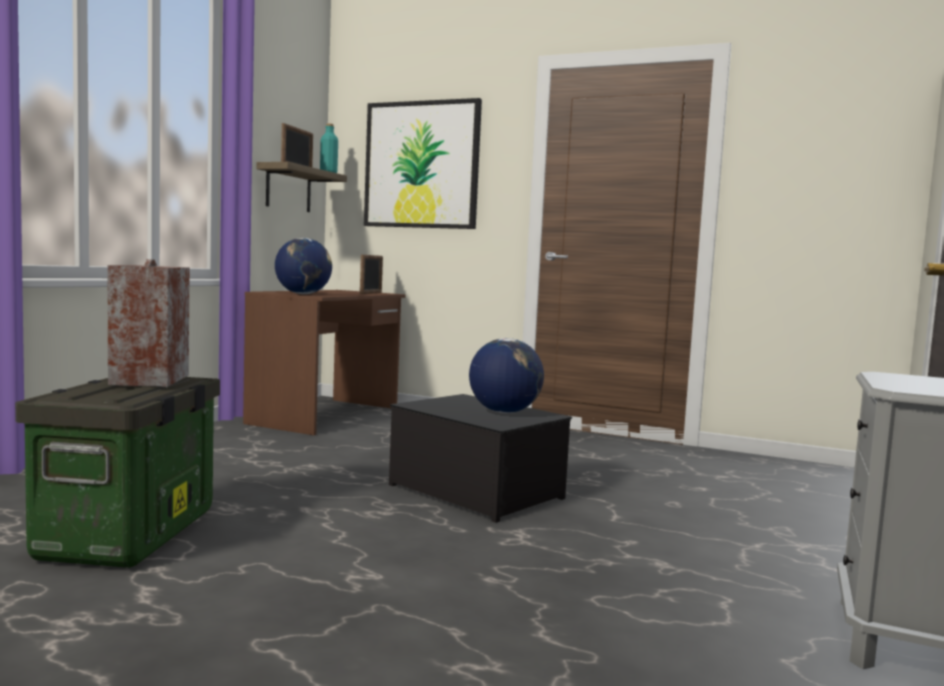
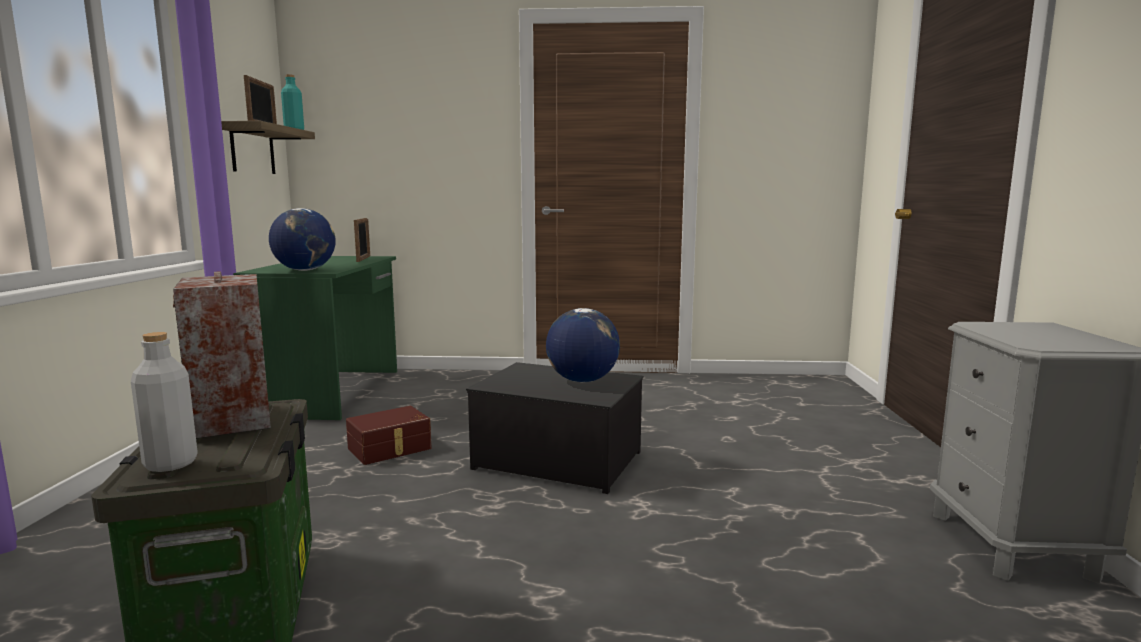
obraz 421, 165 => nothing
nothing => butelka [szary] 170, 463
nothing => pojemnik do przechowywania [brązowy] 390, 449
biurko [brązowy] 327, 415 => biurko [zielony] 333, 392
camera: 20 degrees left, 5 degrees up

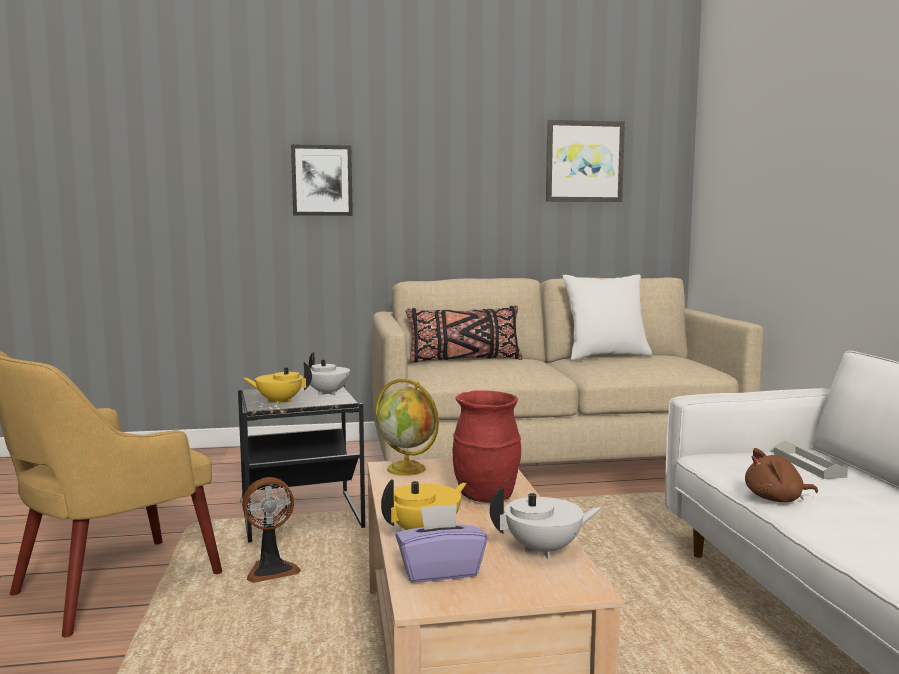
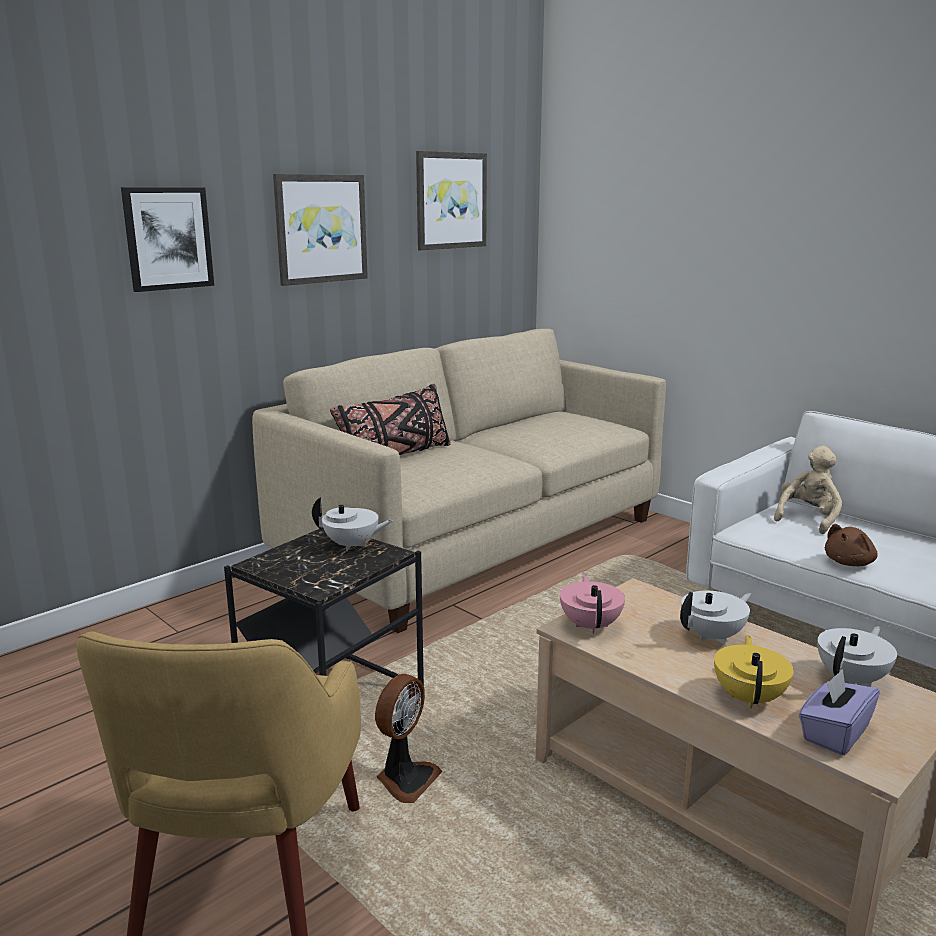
imbryk [żółty] 279, 401 => nothing
poduszka [biały] 606, 356 => nothing
nothing => obraz 320, 229
globus 407, 469 => imbryk [różowy] 591, 625
wazon [czerwony] 487, 497 => imbryk [biały] 713, 636
taca [szary] 808, 465 => pluszak [beżowy] 808, 519
camera: 35 degrees left, 10 degrees up

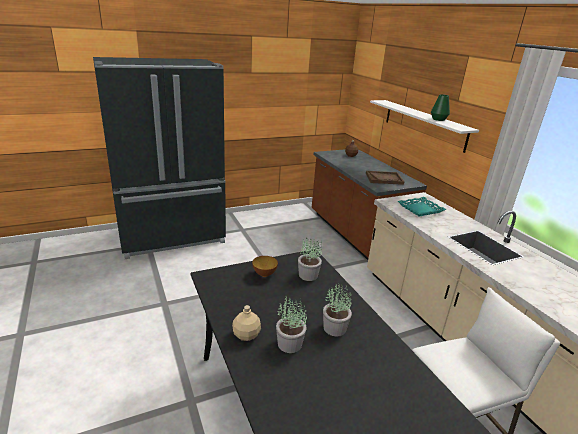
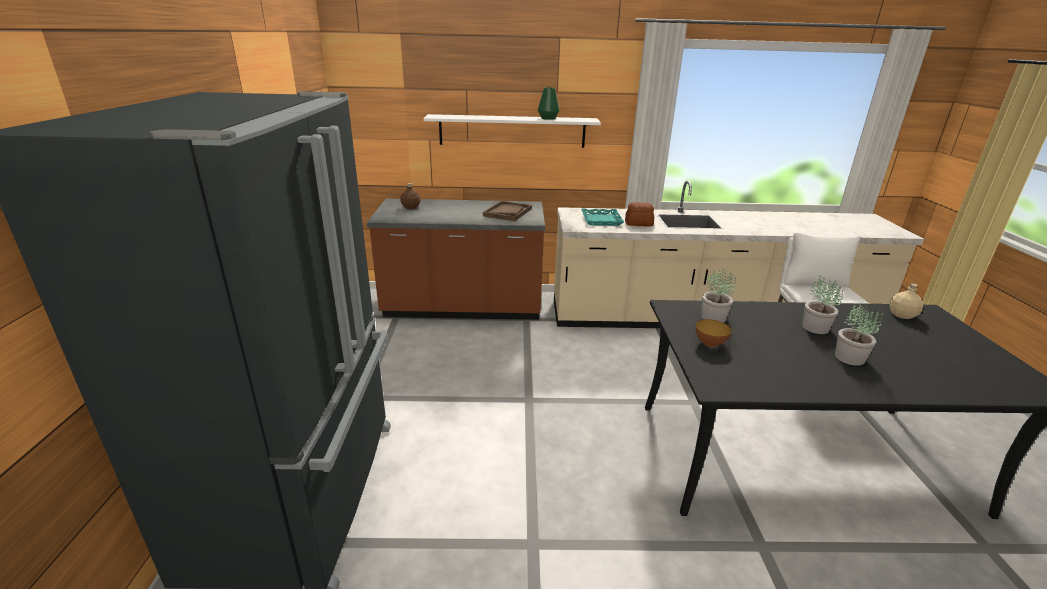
nothing => chleb 638, 223
butelka [beżowy] 246, 335 => butelka [beżowy] 901, 315, move
camera: 65 degrees left, 0 degrees up

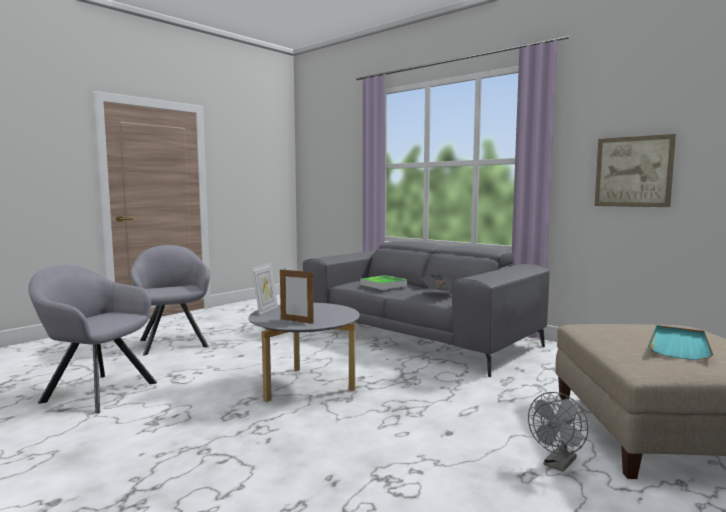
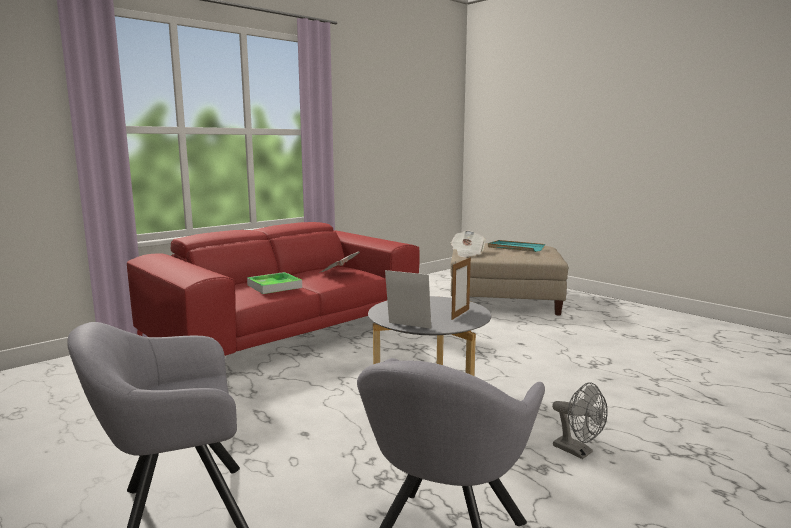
obraz 633, 171 => nothing
nothing => gazeta 467, 253
wentylator [szary] 558, 465 => wentylator [szary] 578, 451, move
kanapa [szary] 418, 337 => kanapa [czerwony] 286, 335
camera: 85 degrees left, 5 degrees up

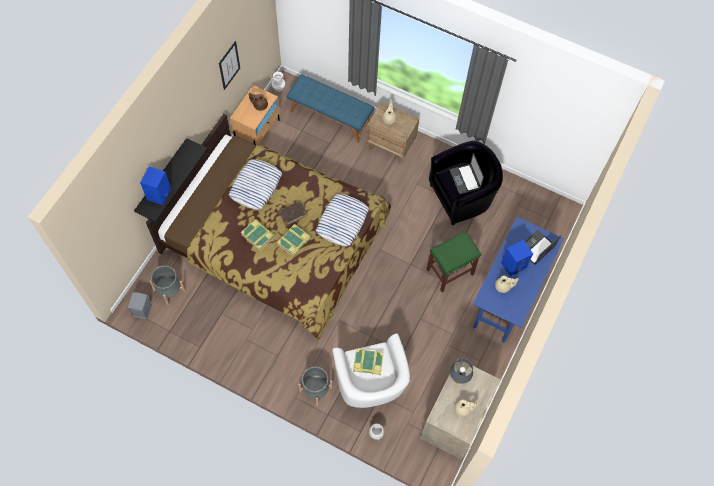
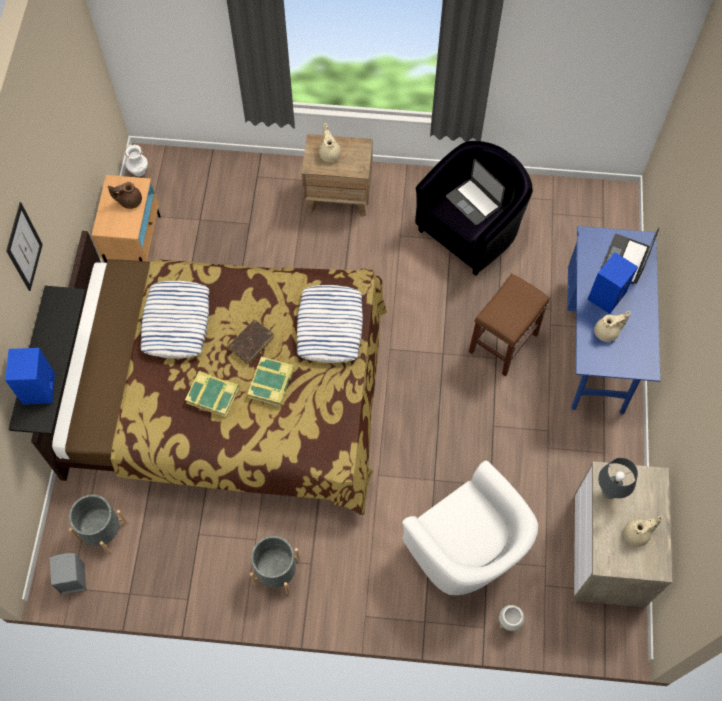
ławka [niebieski] 330, 117 => nothing
książka 368, 363 => nothing
obraz 229, 65 => obraz 24, 247, move
donica [szary] 315, 389 => donica [szary] 276, 571, move
stołek [zielony] 450, 271 => stołek [brązowy] 503, 342
camera: 20 degrees left, 0 degrees up

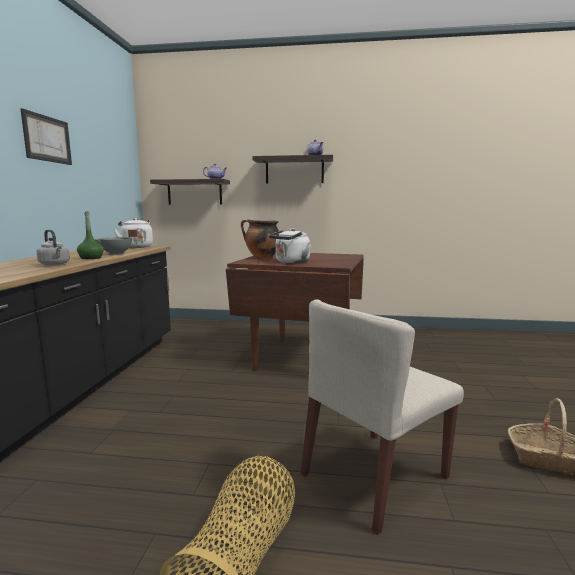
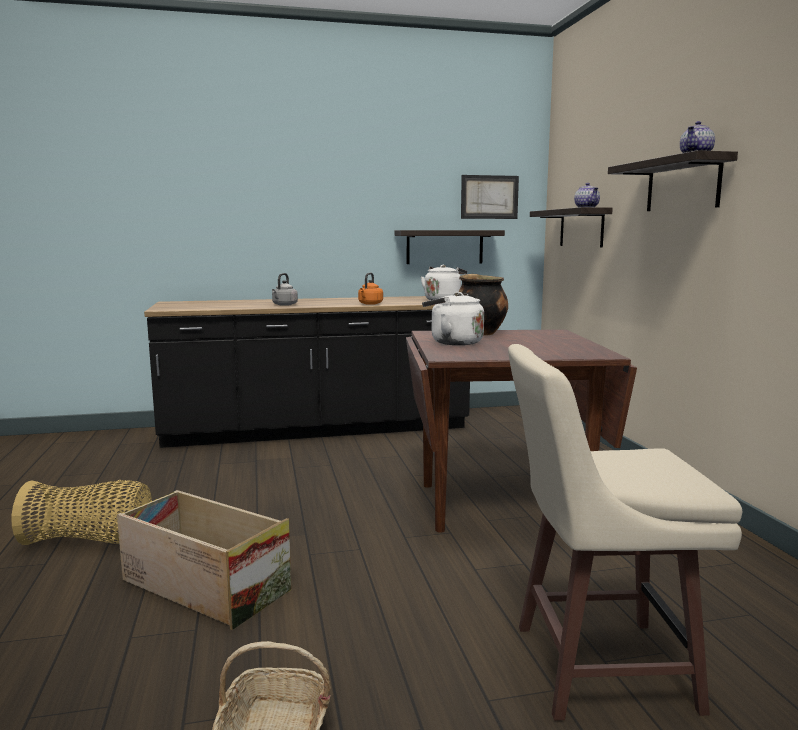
butelka [zielony] 91, 258 => nothing
nothing => półka 444, 247
nothing => stołek [beżowy] 597, 666
obraz 47, 139 => obraz 489, 197, move
garnek [szary] 117, 254 => czajnik [pomarańczowy] 370, 304
krzesło [beżowy] 374, 476 => skrzynka 203, 585
camera: 70 degrees right, 0 degrees up

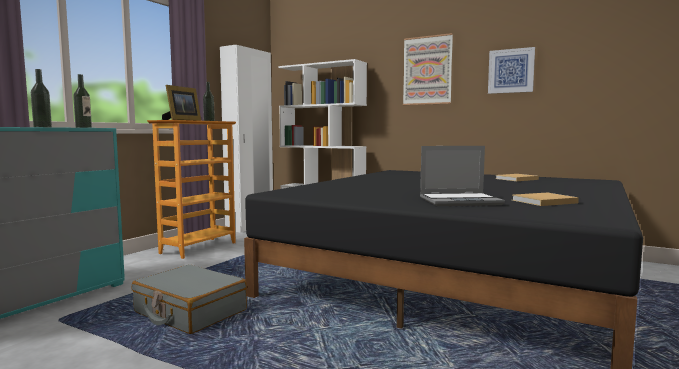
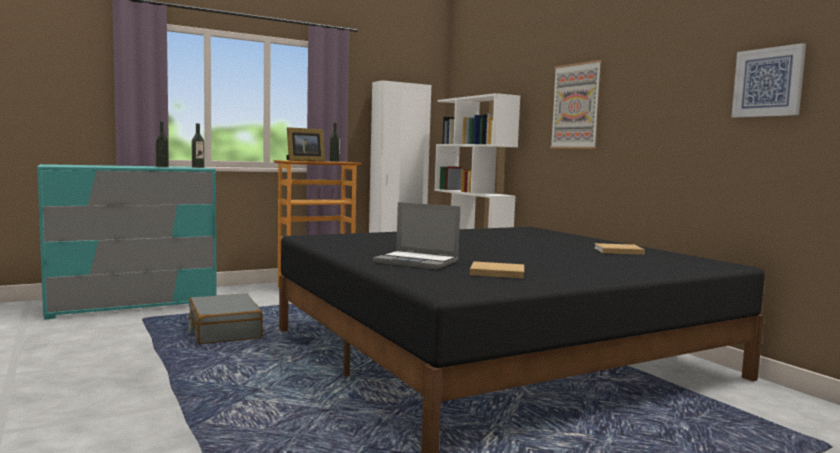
obraz 511, 71 => obraz 768, 82, move
camera: 30 degrees right, 0 degrees up

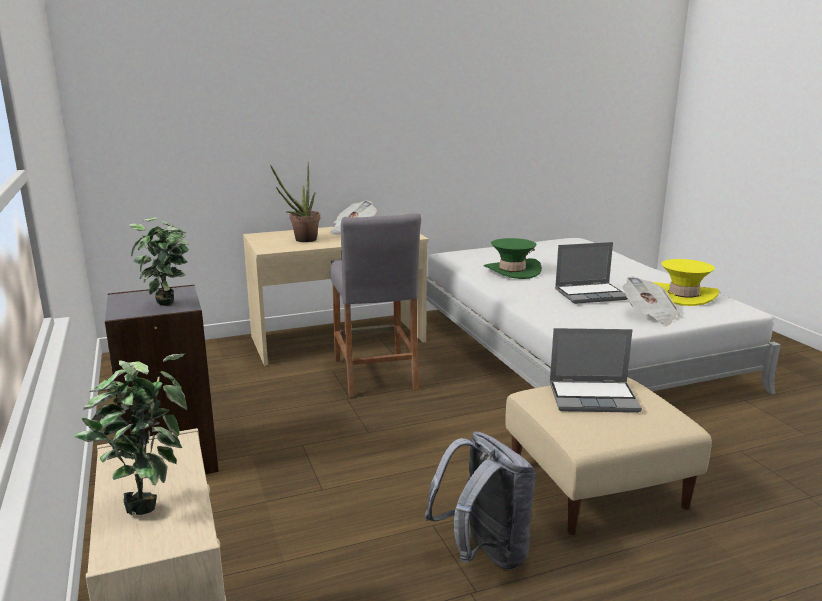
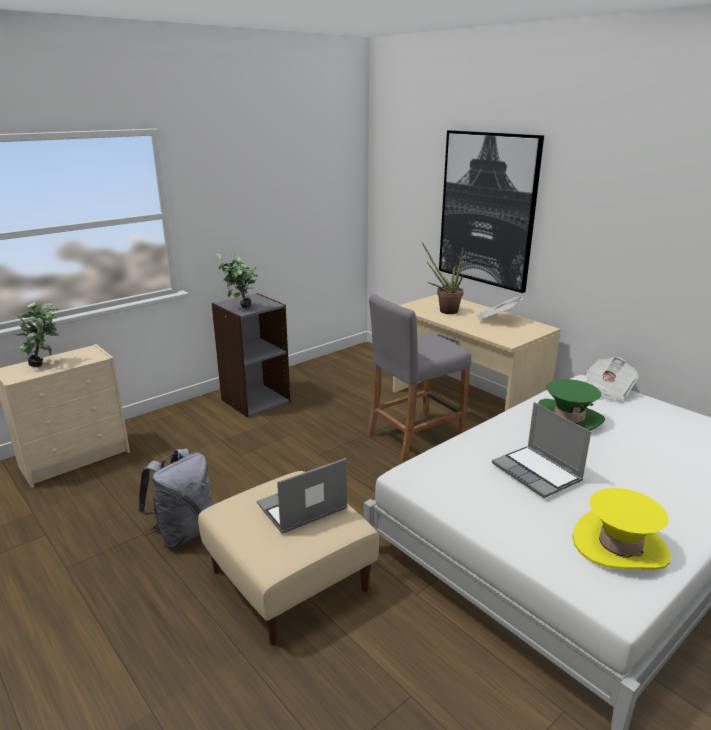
nothing => obraz 487, 210
gazeta 649, 315 => gazeta 606, 392, move
laptop 594, 397 => laptop 301, 508, 75 degrees clockwise
camera: 70 degrees right, 5 degrees up

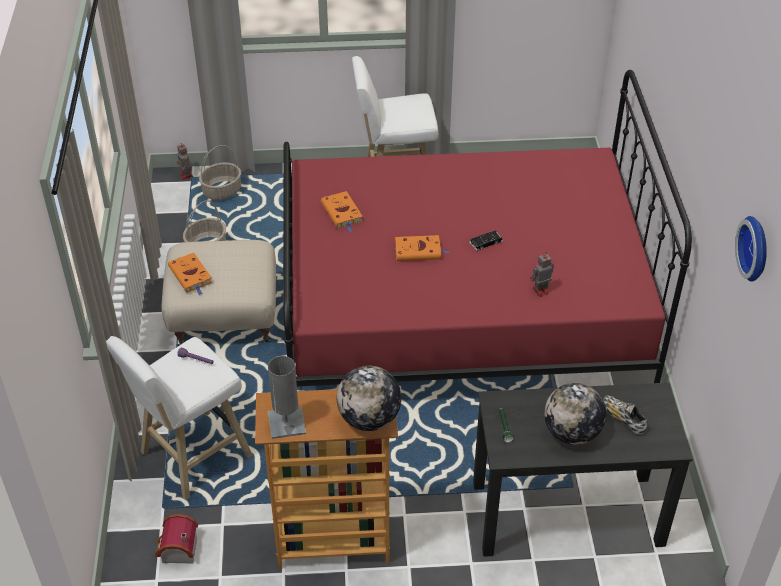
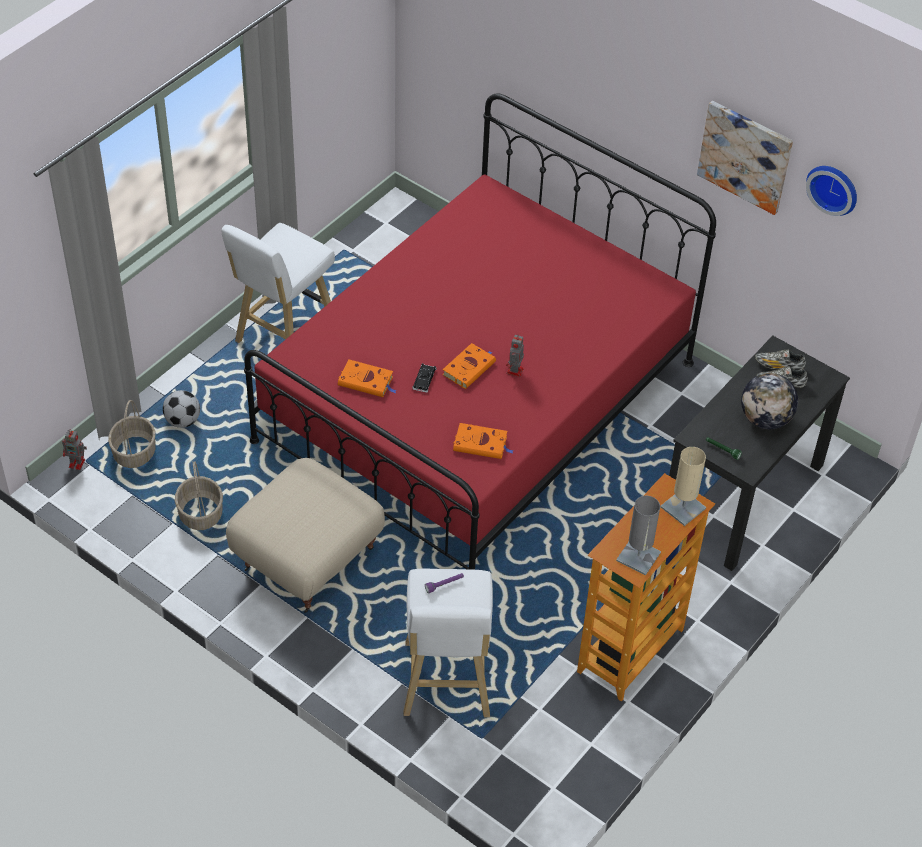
domek 176, 551 => nothing
nothing => piłka futbolowa 183, 421
nothing => obraz 745, 156
nothing => but 778, 366
książka [pomarańczowy] 191, 276 => książka [pomarańczowy] 482, 444, move
samochodzik [czarny] 486, 242 => samochodzik [czarny] 424, 380, move
robot zabawkowy 540, 291 => robot zabawkowy 514, 371, move
globus 369, 419 => lampa stołowa [beżowy] 683, 508
camera: 50 degrees left, 5 degrees up

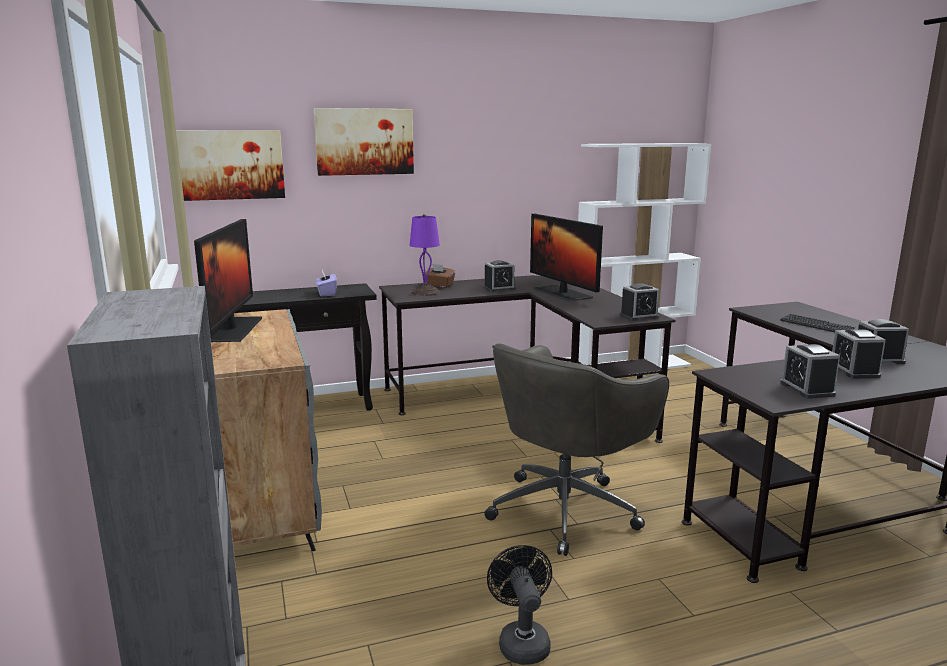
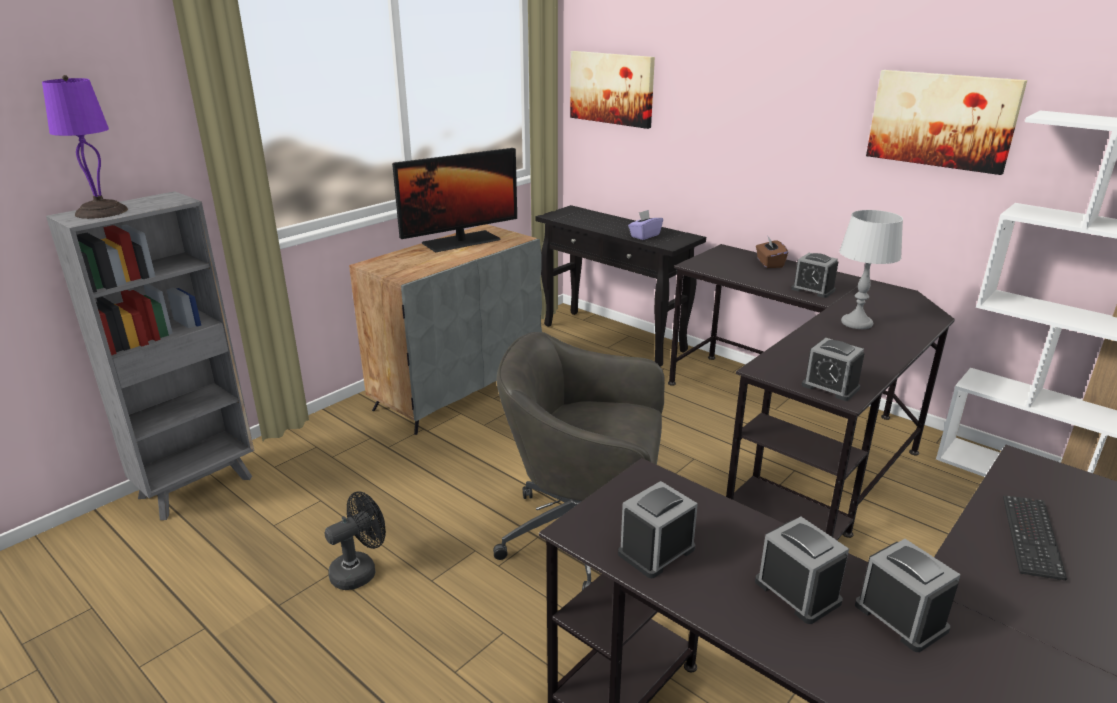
obraz 364, 141 => obraz 942, 120, move
lampa stołowa [fioletowy] 426, 292 => lampa stołowa [fioletowy] 101, 212, move
monitor 562, 293 => lampa stołowa [szary] 857, 323
budzik 854, 371 => budzik 797, 592, 90 degrees clockwise
camera: 60 degrees right, 10 degrees up

